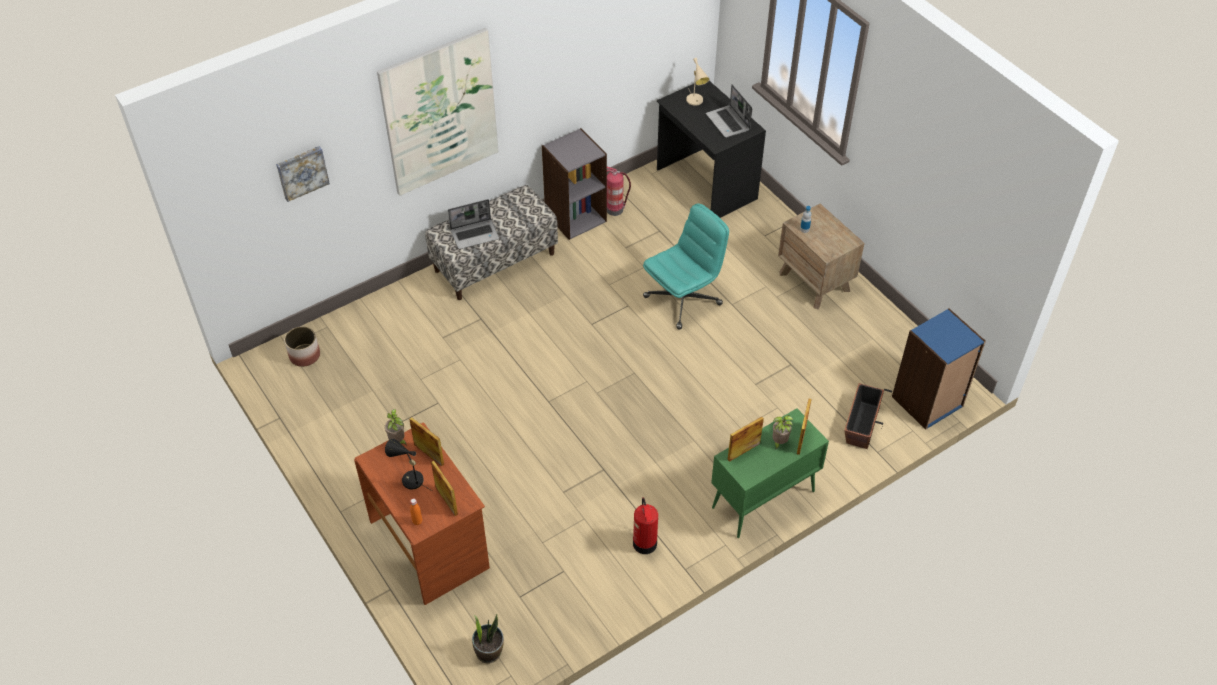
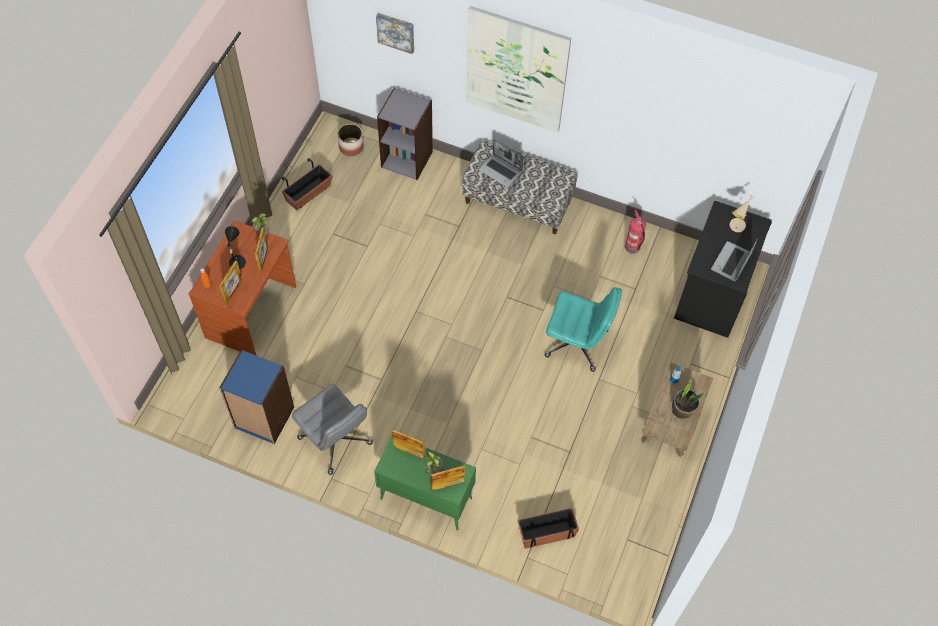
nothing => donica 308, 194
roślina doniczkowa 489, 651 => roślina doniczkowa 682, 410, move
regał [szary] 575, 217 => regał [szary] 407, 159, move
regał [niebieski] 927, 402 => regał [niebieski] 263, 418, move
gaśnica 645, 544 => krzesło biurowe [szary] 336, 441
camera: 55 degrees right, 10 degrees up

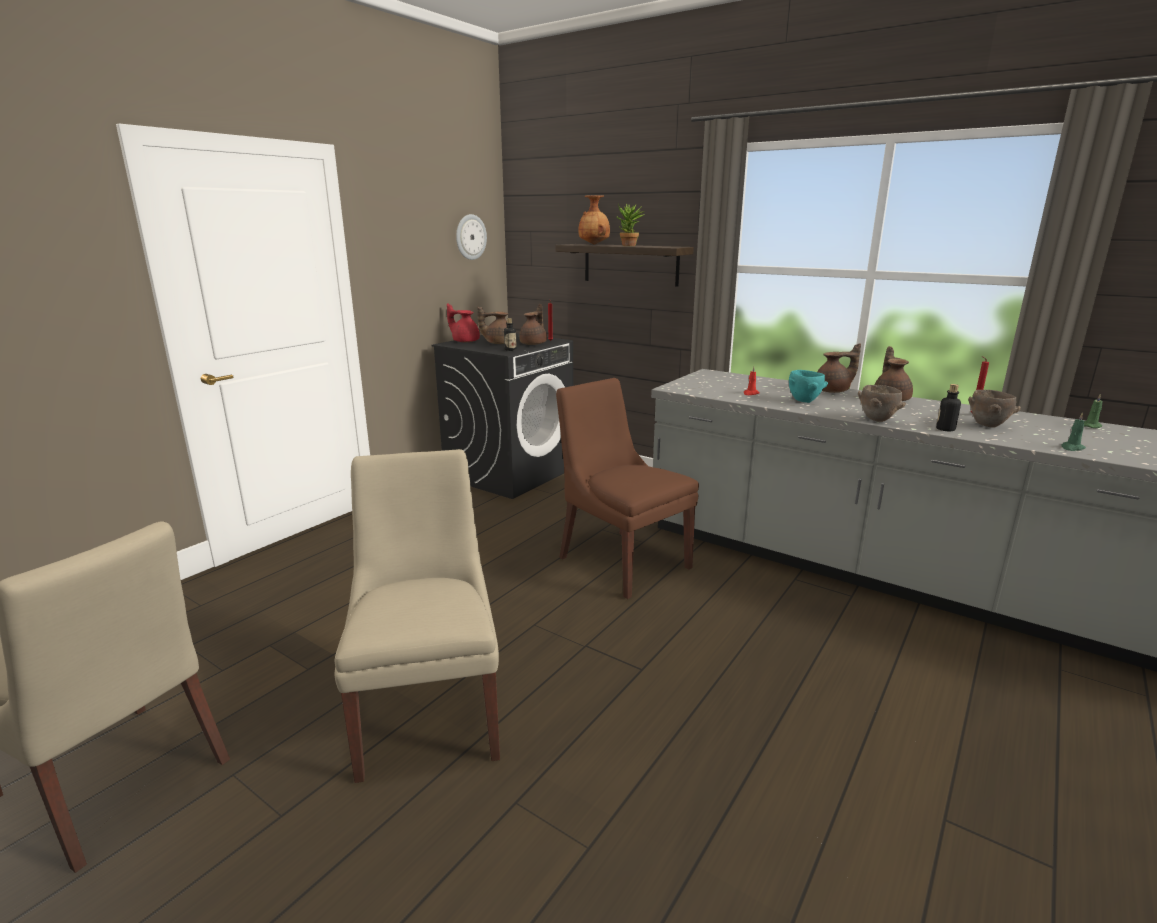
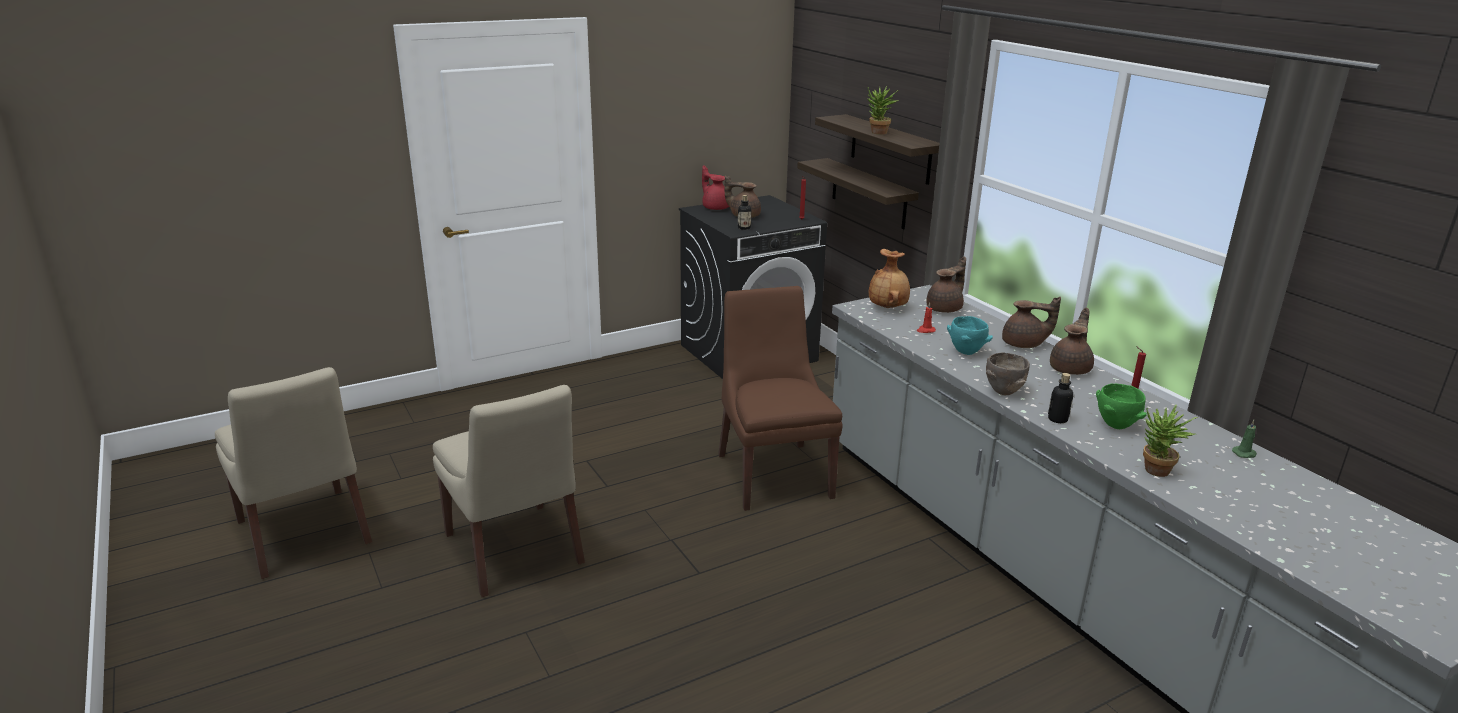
zegar ścienny 470, 237 => nothing
nothing => półka 868, 193
imbryk [brązowy] 534, 343 => imbryk [brązowy] 945, 309, move
wazon [brązowy] 594, 244 => wazon [brązowy] 888, 307, move
świeca [zielony] 1072, 448 => roślina doniczkowa 1155, 472
miska [brązowy] 988, 425 => miska [zielony] 1116, 426
krzesło [beżowy] 429, 710 => krzesło [beżowy] 515, 551, 135 degrees clockwise
camera: 25 degrees right, 5 degrees up

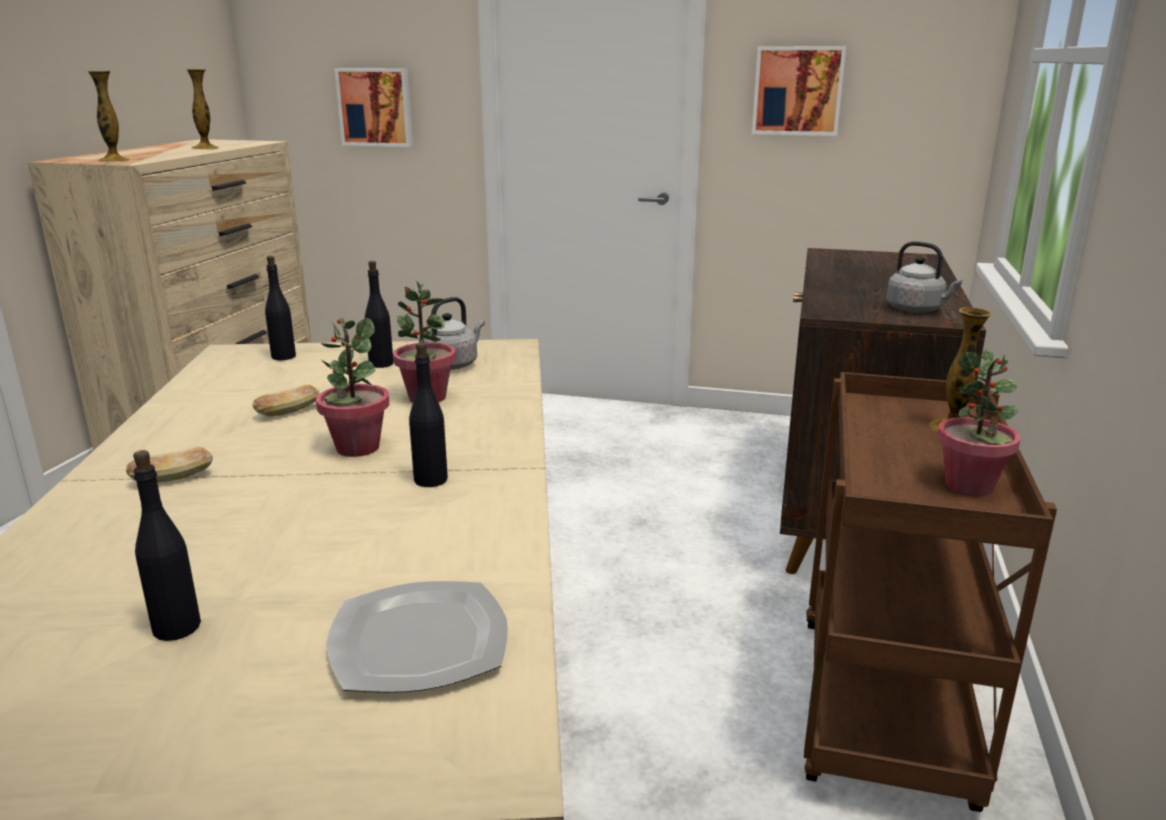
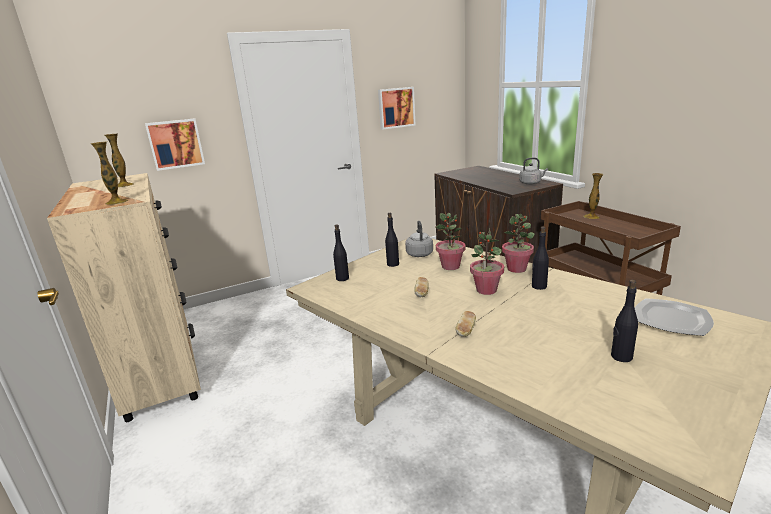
roślina doniczkowa 969, 486 => roślina doniczkowa 517, 269, move
camera: 40 degrees left, 0 degrees up

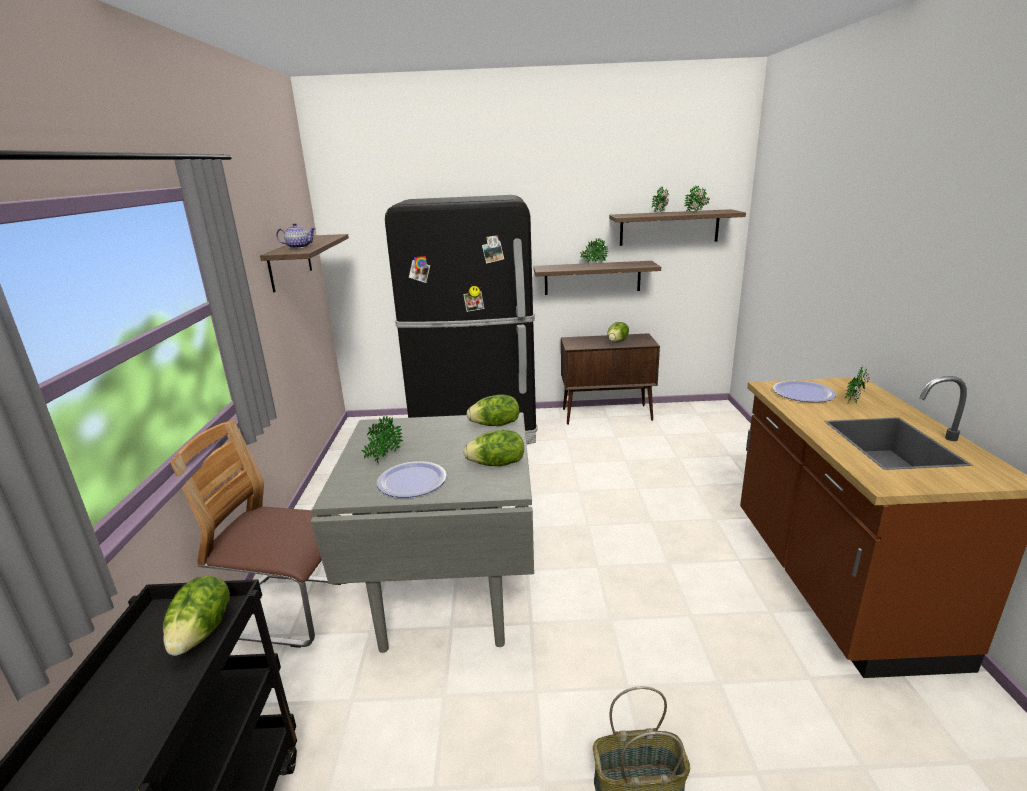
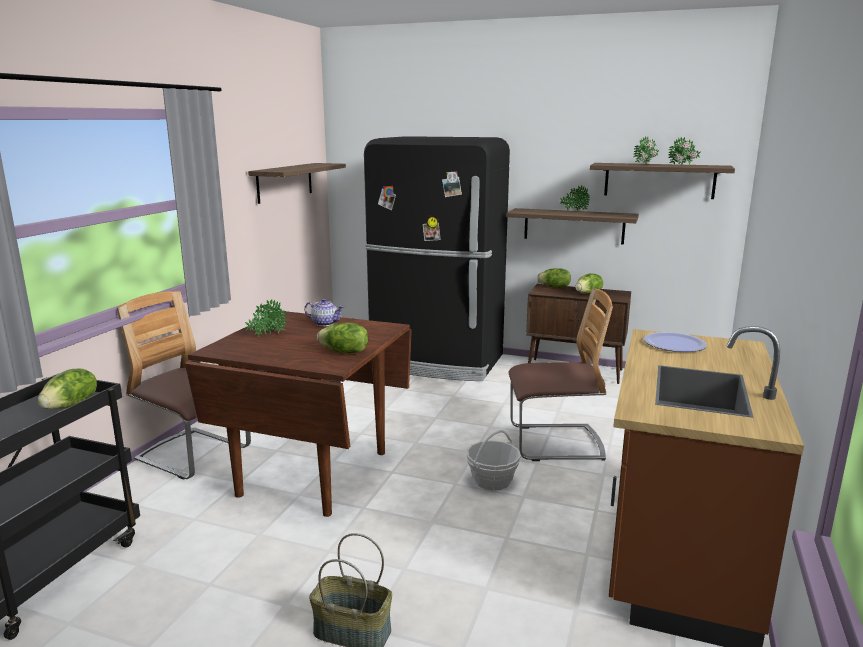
talerz 412, 481 => nothing
roślina doniczkowa 853, 402 => nothing
nothing => koszyk 492, 481
nothing => krzesło 555, 443
imbryk 298, 247 => imbryk 324, 323, move
sałata 496, 425 => sałata 554, 287, move
stół jadalny [szary] 446, 594 => stół jadalny [brązowy] 313, 473
camera: 20 degrees right, 5 degrees down

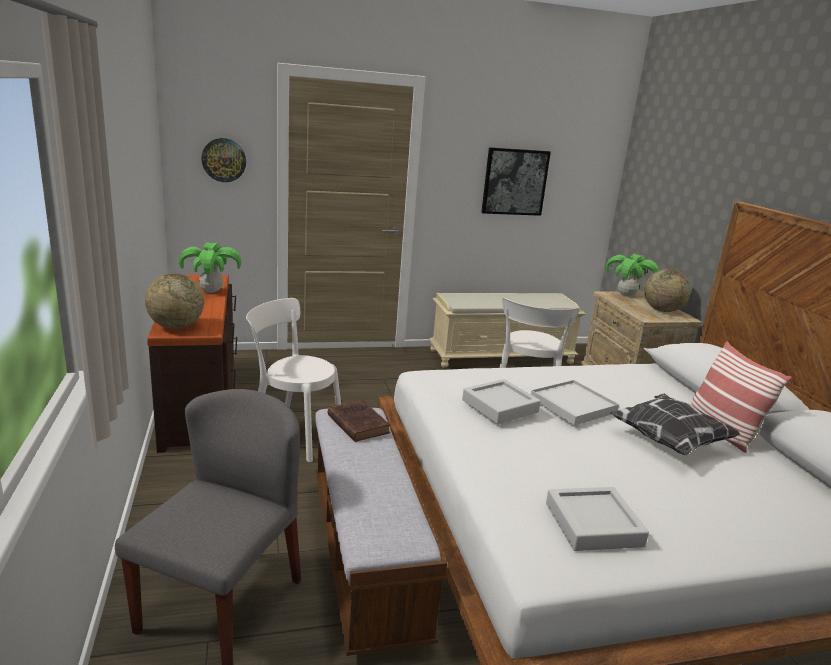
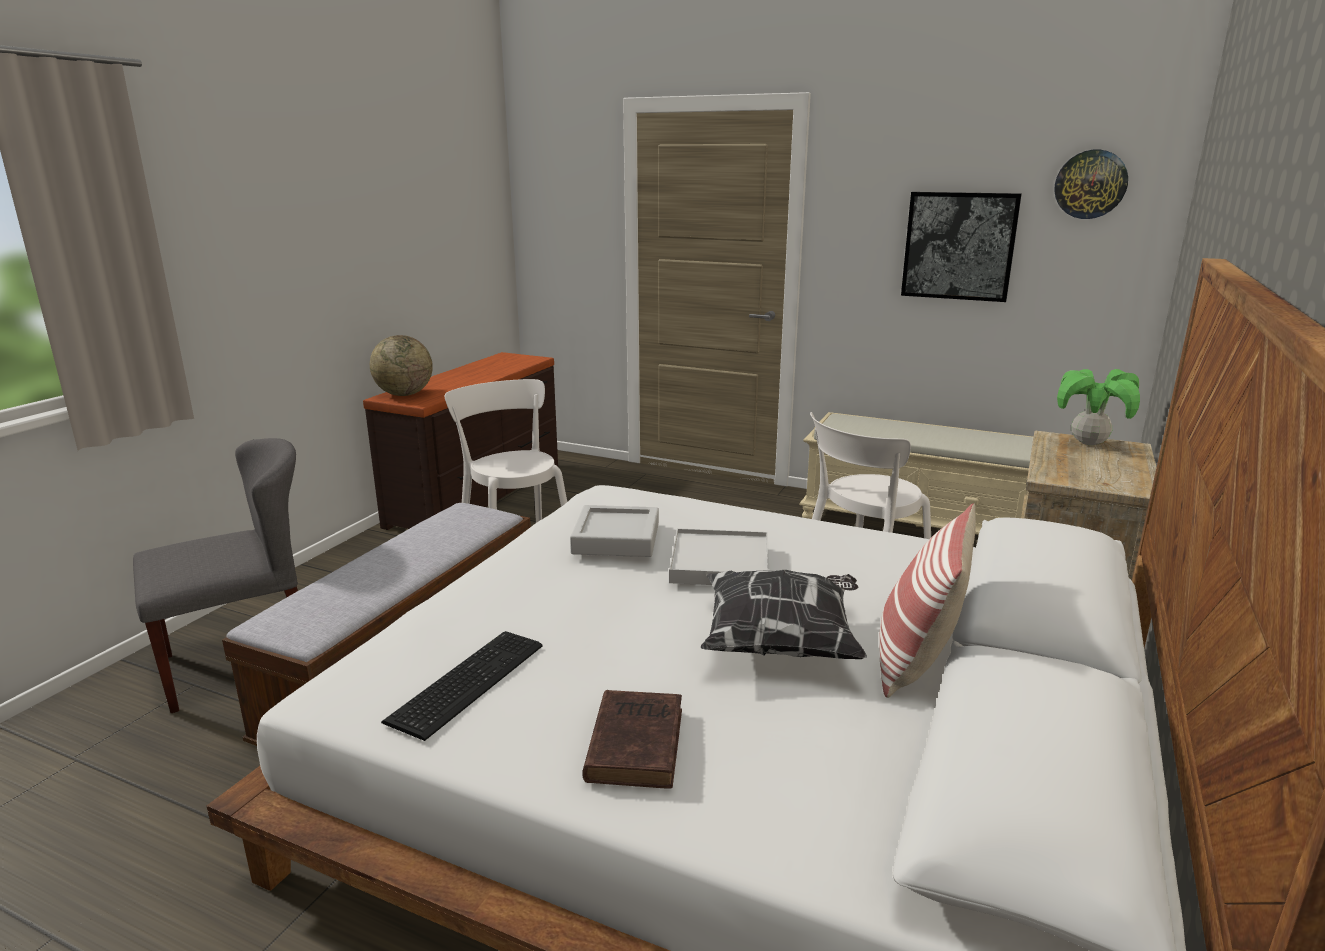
roślina doniczkowa 211, 291 => nothing
globus 662, 310 => nothing
zegar ścienny 224, 160 => zegar ścienny 1090, 184, move
książka [brązowy] 357, 423 => książka [brązowy] 636, 742, move
taca [szary] 593, 524 => klawiatura 463, 682
camera: 40 degrees right, 0 degrees up

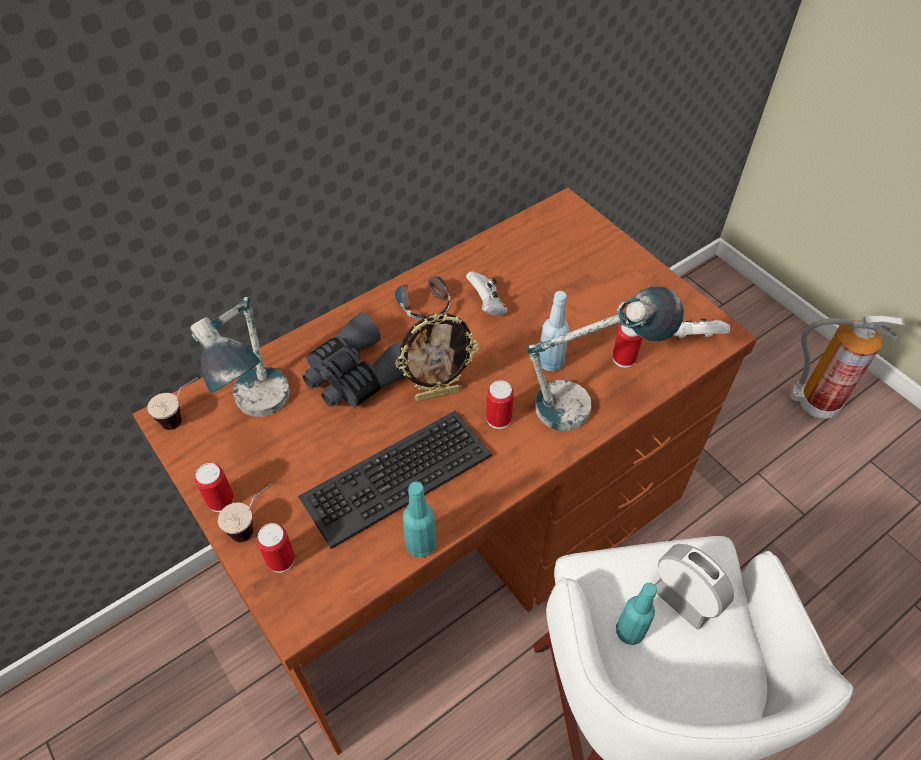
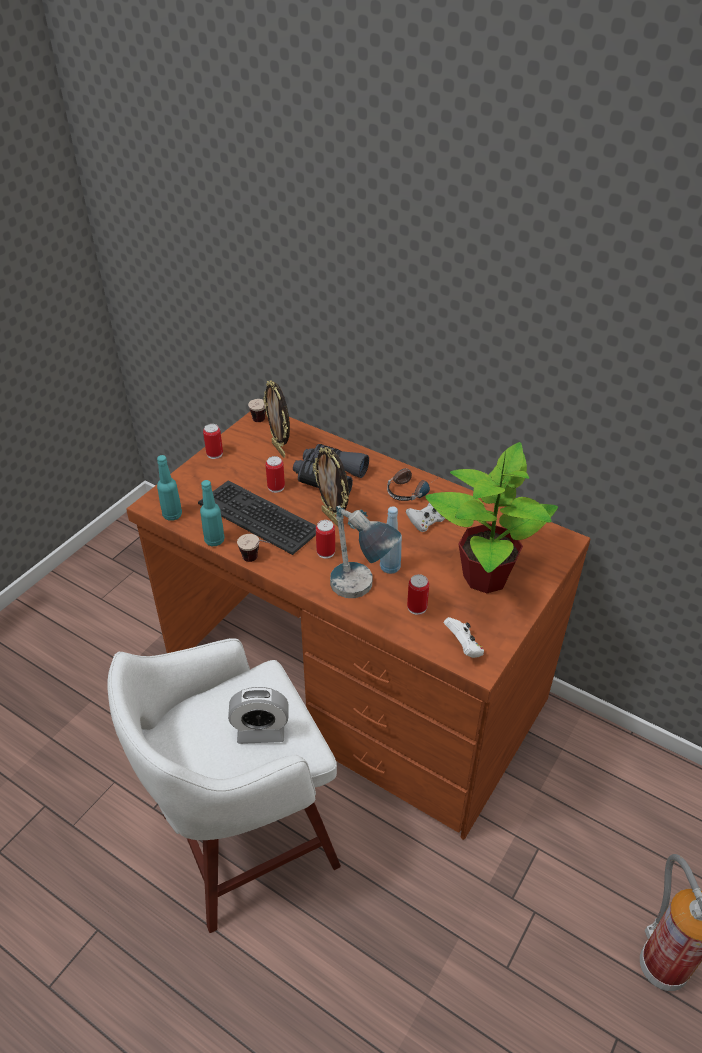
nothing => roślina doniczkowa 485, 576
filiżanka 254, 525 => filiżanka 257, 560, move
puszka 281, 560 => puszka 276, 487, move
butelka [turkusowy] 629, 631 => butelka [turkusowy] 172, 515, move
lampa stołowa 262, 414 => ramka na zdjęcie 279, 449
budzik 684, 598 => budzik 261, 731, 60 degrees clockwise
camera: 70 degrees right, 10 degrees down

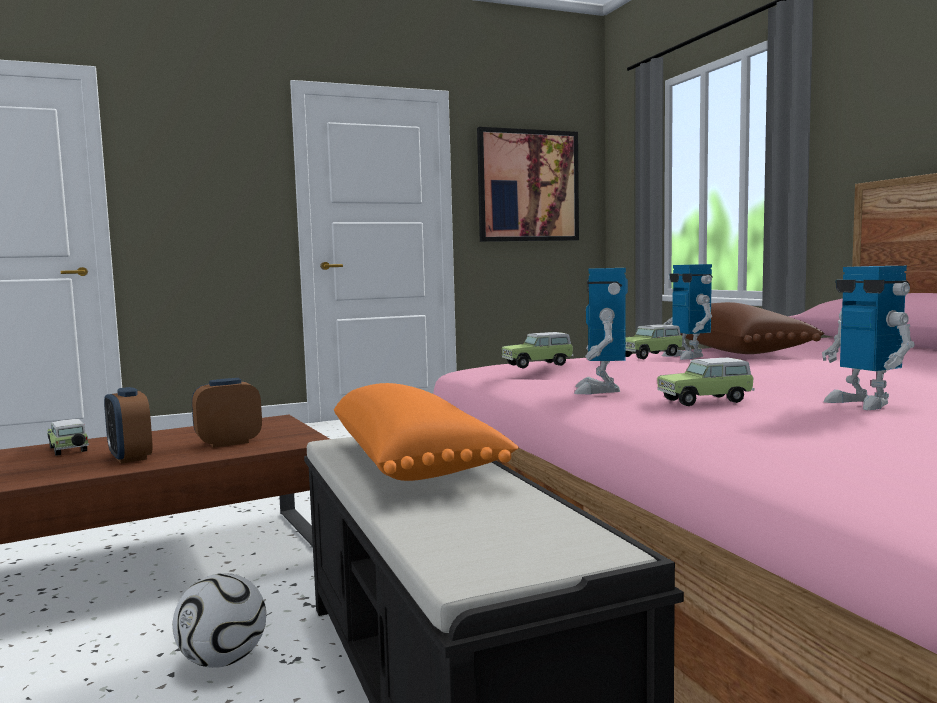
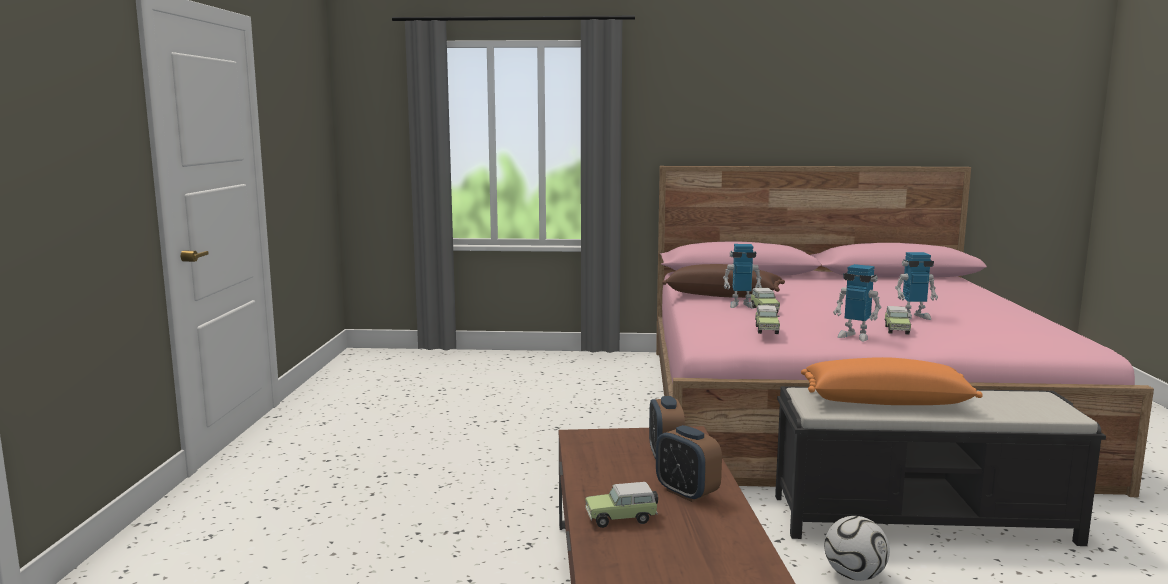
obraz 528, 186 => nothing
budzik 130, 457 => budzik 686, 493, 60 degrees clockwise
camera: 65 degrees left, 5 degrees up

